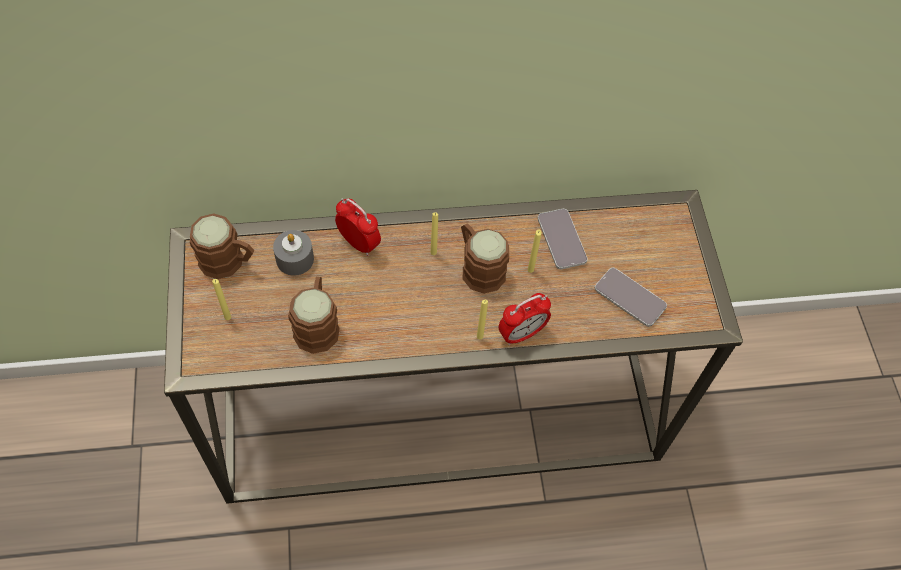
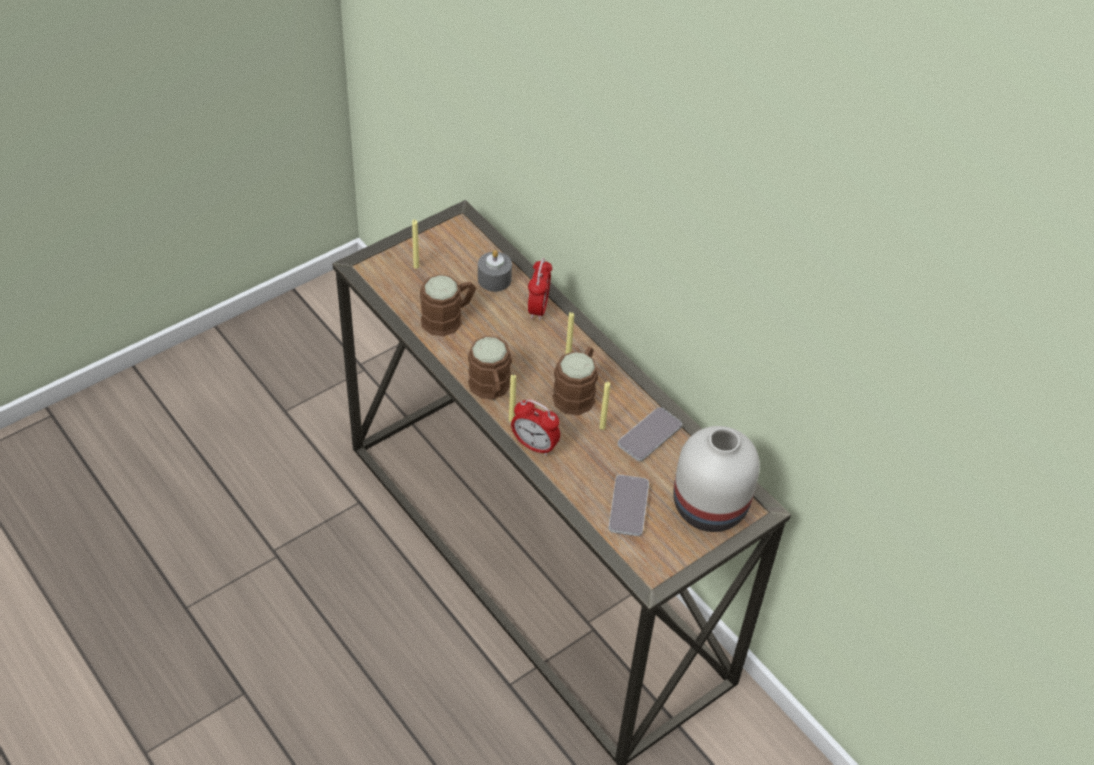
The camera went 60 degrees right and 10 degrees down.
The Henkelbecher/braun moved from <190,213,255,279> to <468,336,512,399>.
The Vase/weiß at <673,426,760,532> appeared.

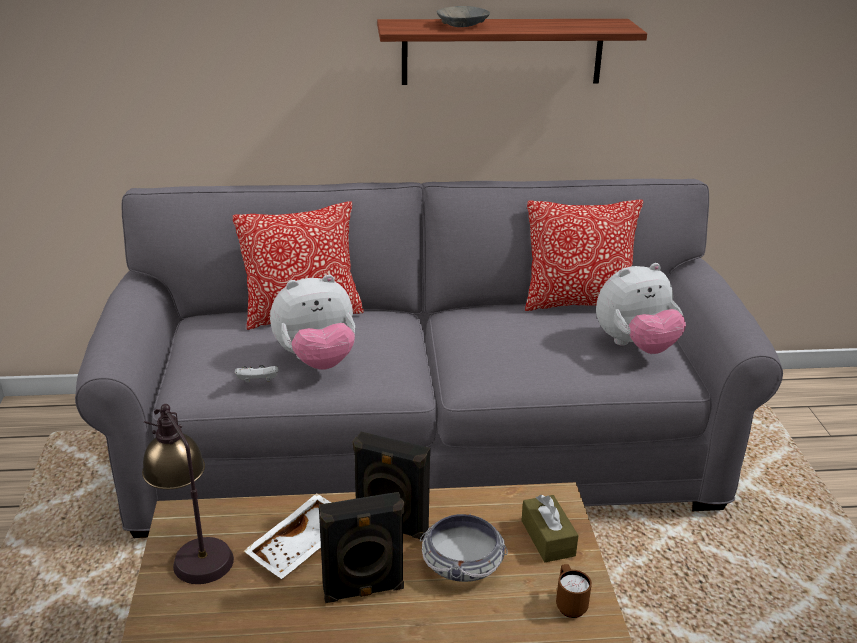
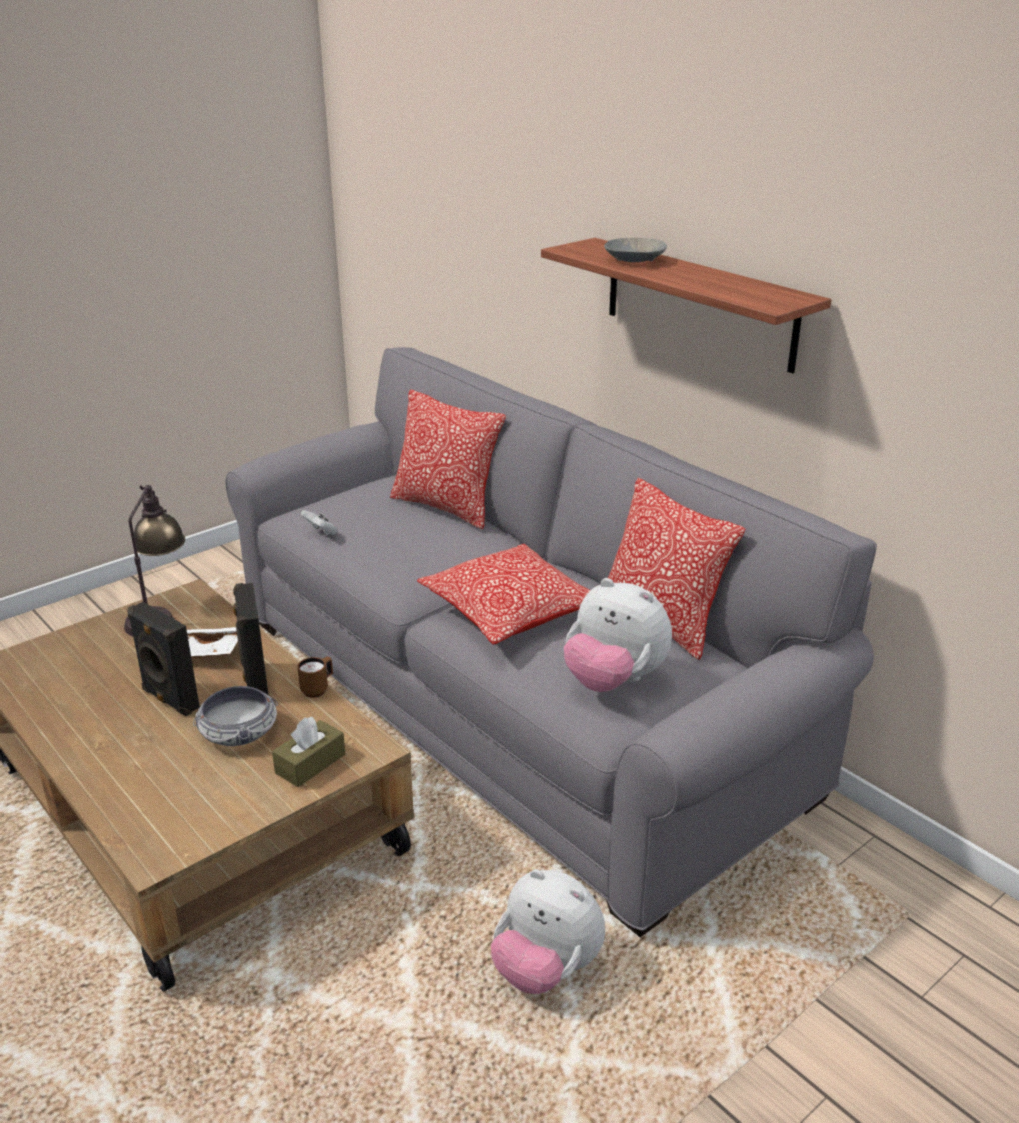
The camera went 55 degrees right and 0 degrees up.
The Plüschtier moved from <270,274,355,370> to <491,869,605,994>.
The Henkelbecher/braun moved from <556,564,592,618> to <297,656,333,698>.
The Kissen at <417,544,591,644> appeared.

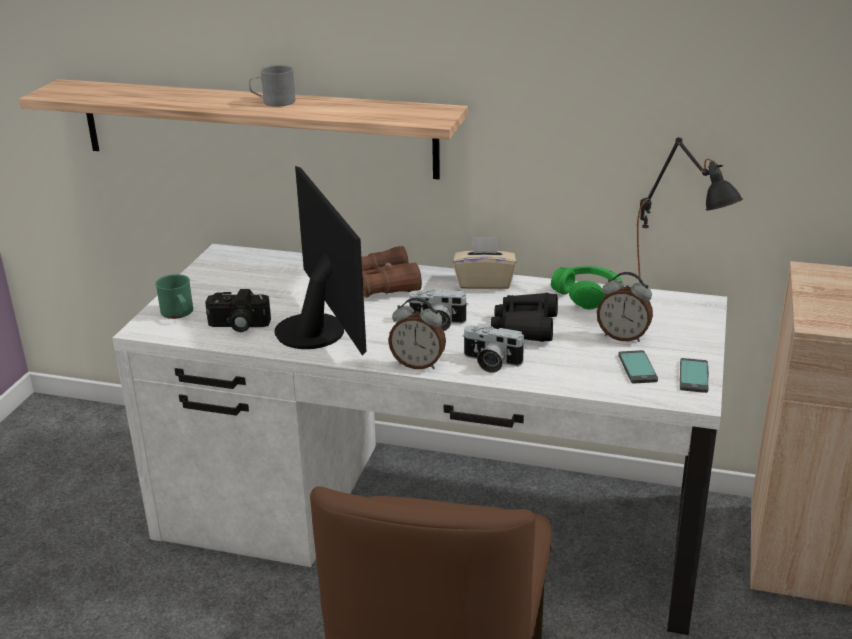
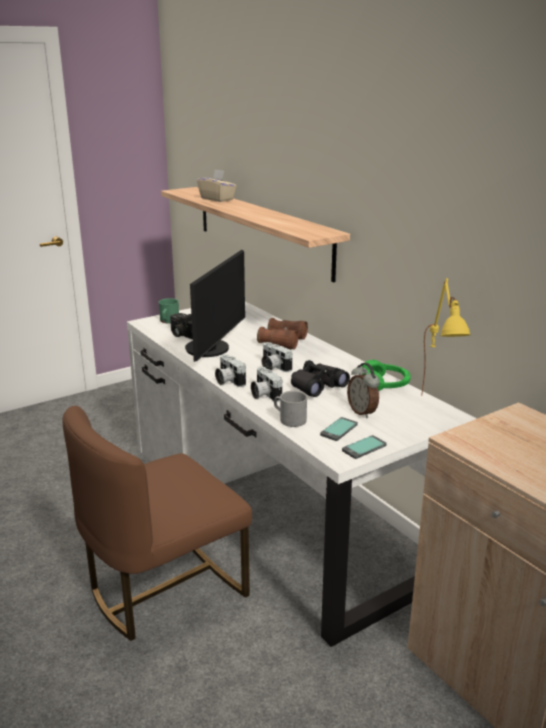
The camera went 40 degrees right and 5 degrees down.
The Henkelbecher/grau moved from <249,65,296,106> to <274,391,308,427>.
The Tischlampe/schwarz at <637,137,743,283> became the Tischlampe/gelb at <421,278,471,396>.
The Taschentuchbox/beige moved from <453,236,516,289> to <197,169,237,202>.
The Wecker at <388,298,446,369> was replaced by the Kamera at <215,354,246,387>.

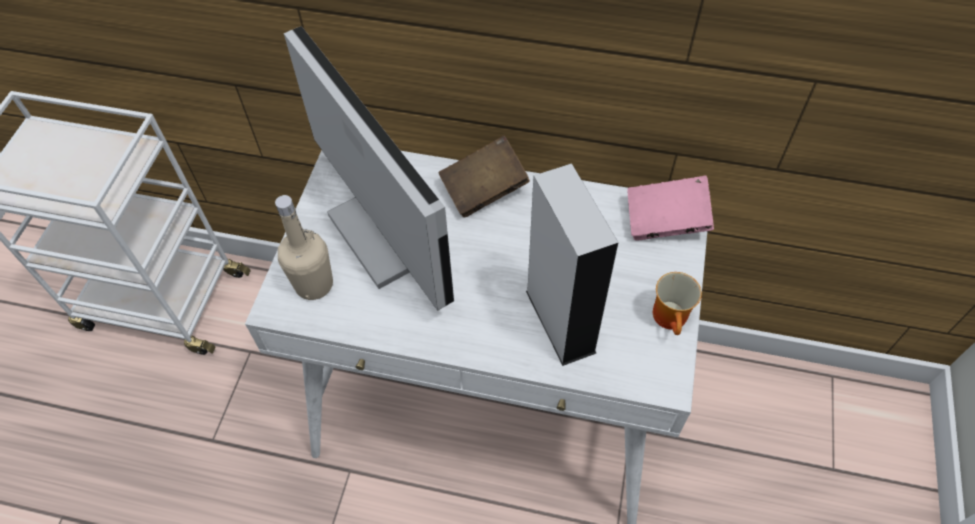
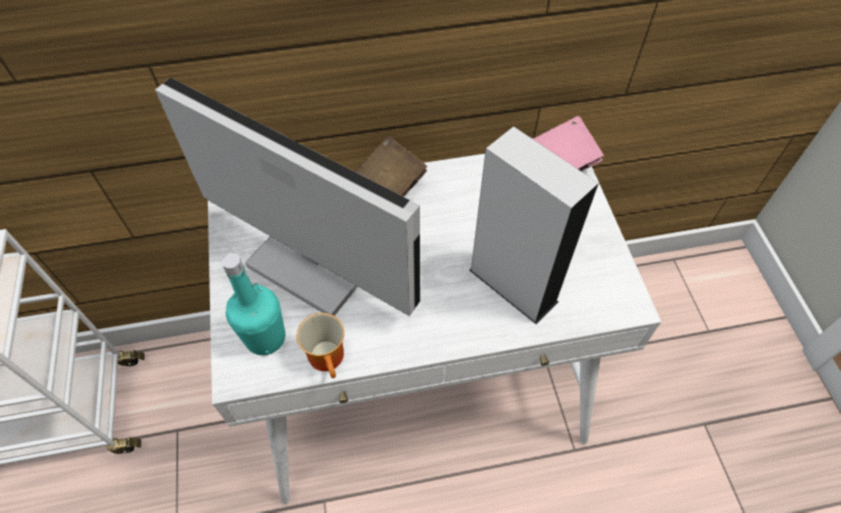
The camera went 25 degrees left and 0 degrees up.
The Flasche/beige at <275,195,333,300> became the Flasche/türkis at <222,253,285,355>.
The Henkelbecher moved from <653,272,702,335> to <297,313,344,378>.

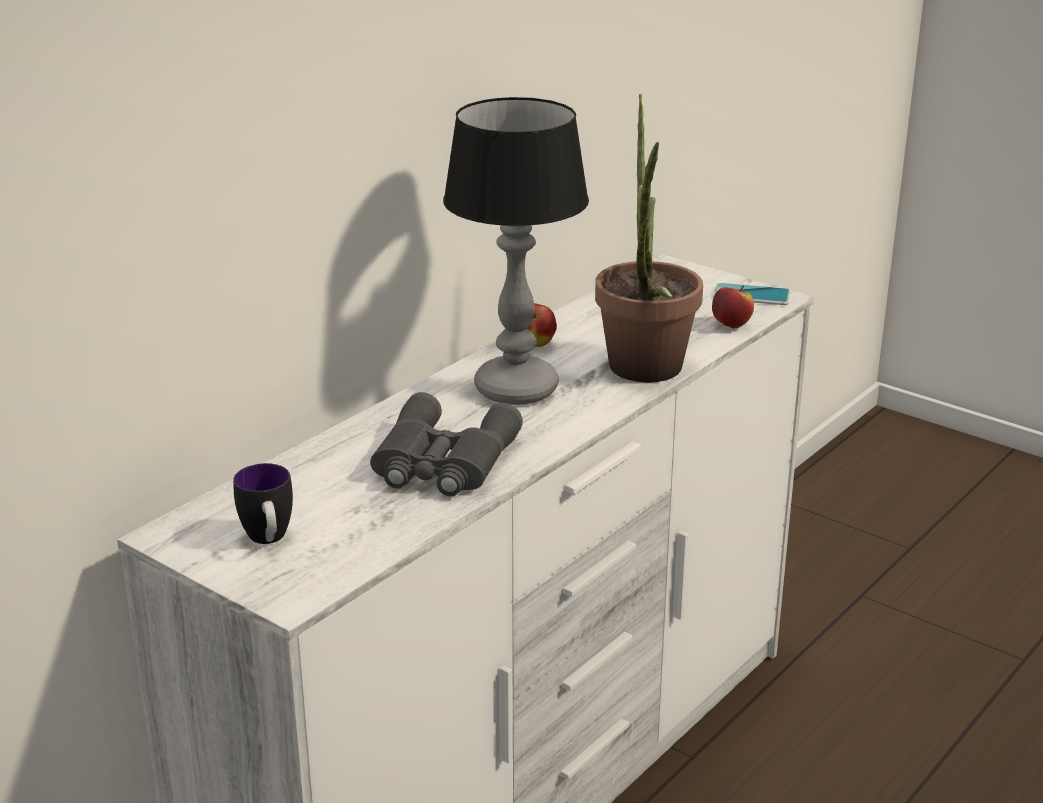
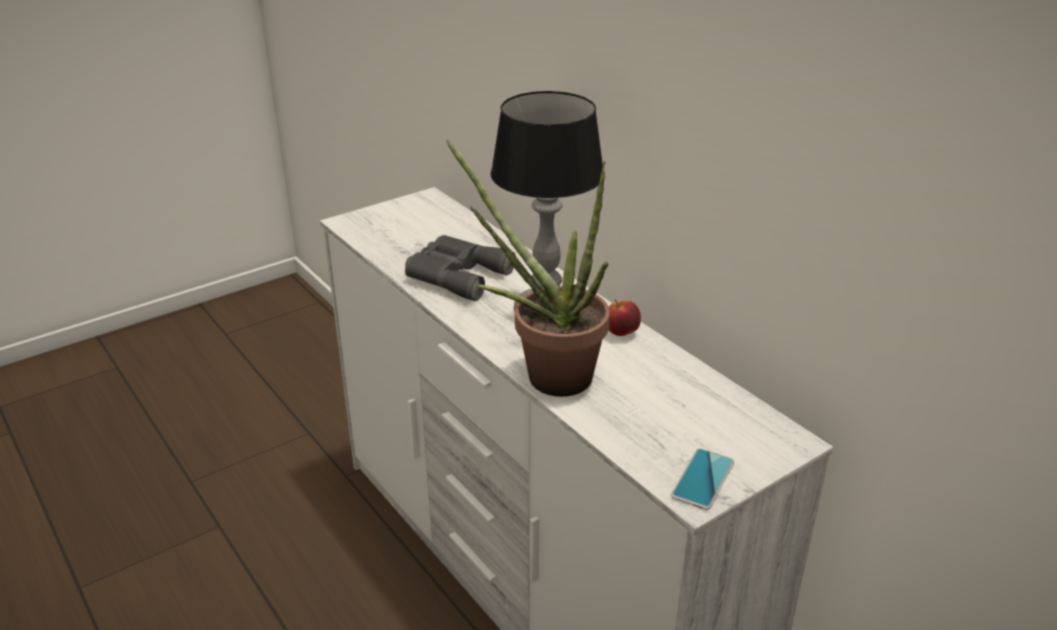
The camera went 105 degrees right and 5 degrees up.
The Apfel at <712,286,754,328> disappeared.
The Henkelbecher at <233,463,293,544> disappeared.

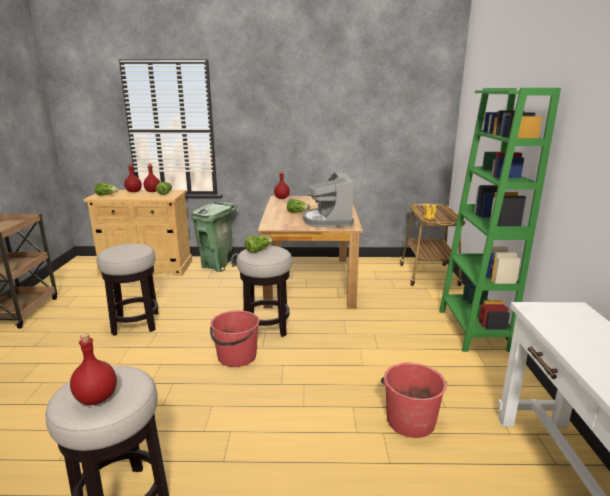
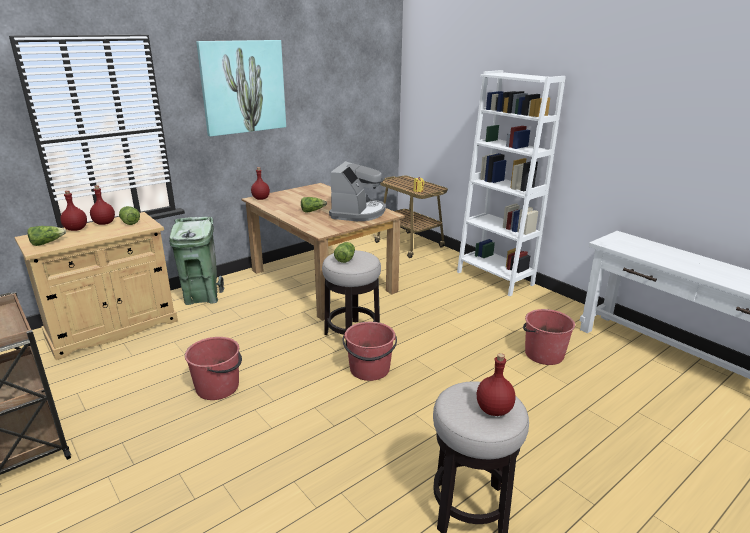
The camera went 40 degrees left and 5 degrees up.
The Bücherregal/grün at <439,88,561,352> became the Bücherregal/weiß at <457,70,566,296>.
The Kaffeemaschine at <303,173,354,227> turned 120 degrees counterclockwise.
The Hocker at <96,244,159,336> was replaced by the Eimer/rot at <185,337,242,400>.
The Bild at <196,40,286,137> appeared.

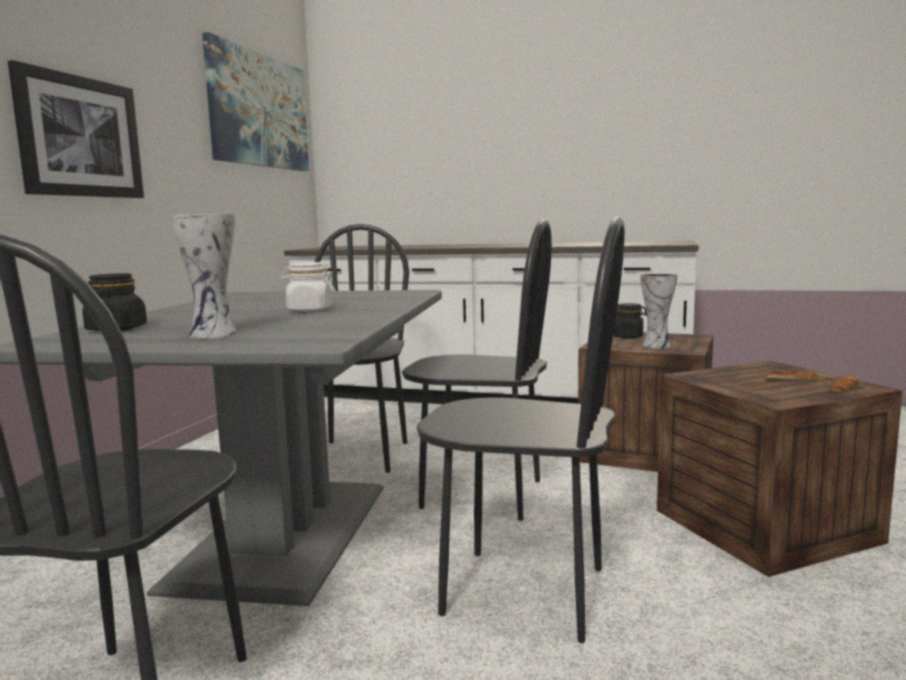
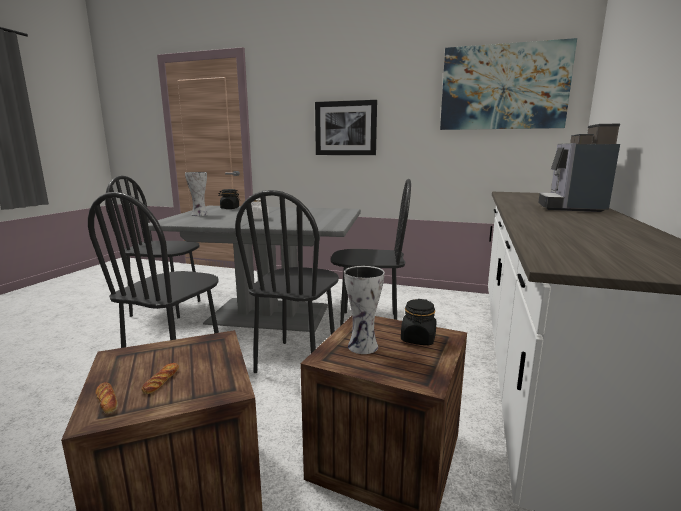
The camera went 90 degrees right and 5 degrees up.
The Kaffeemaschine at <538,124,620,212> appeared.

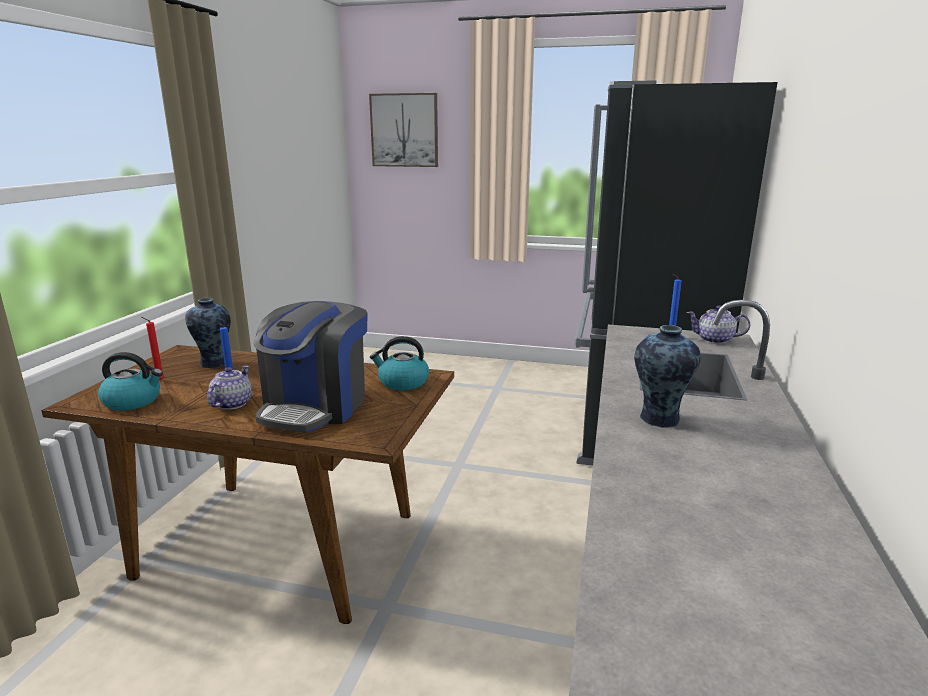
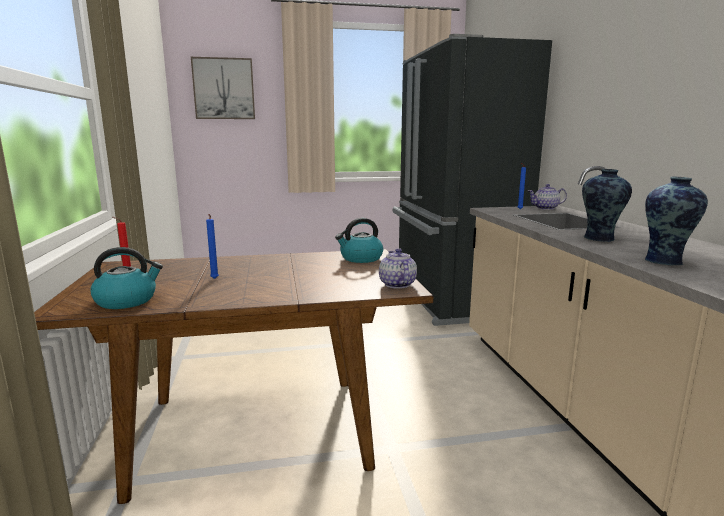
The camera went 25 degrees left and 5 degrees down.
The Vase moved from <185,298,231,368> to <645,177,708,265>.
The Kaffeemaschine at <254,301,368,433> disappeared.
The Teekanne moved from <207,366,252,410> to <379,248,417,289>.

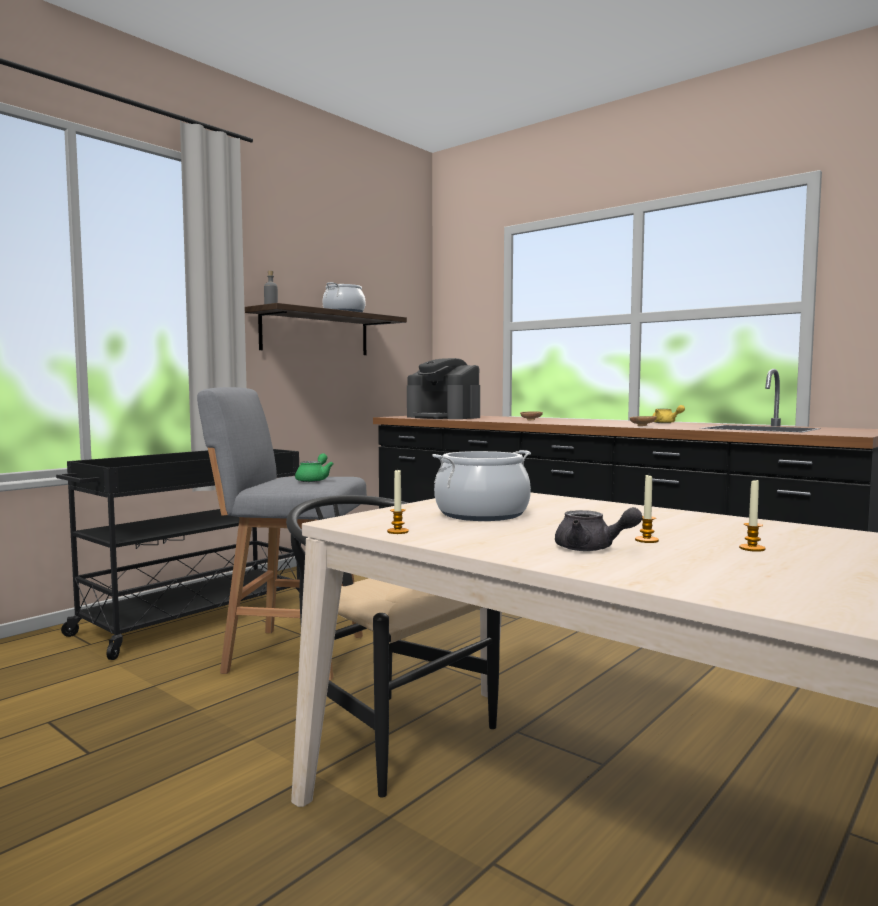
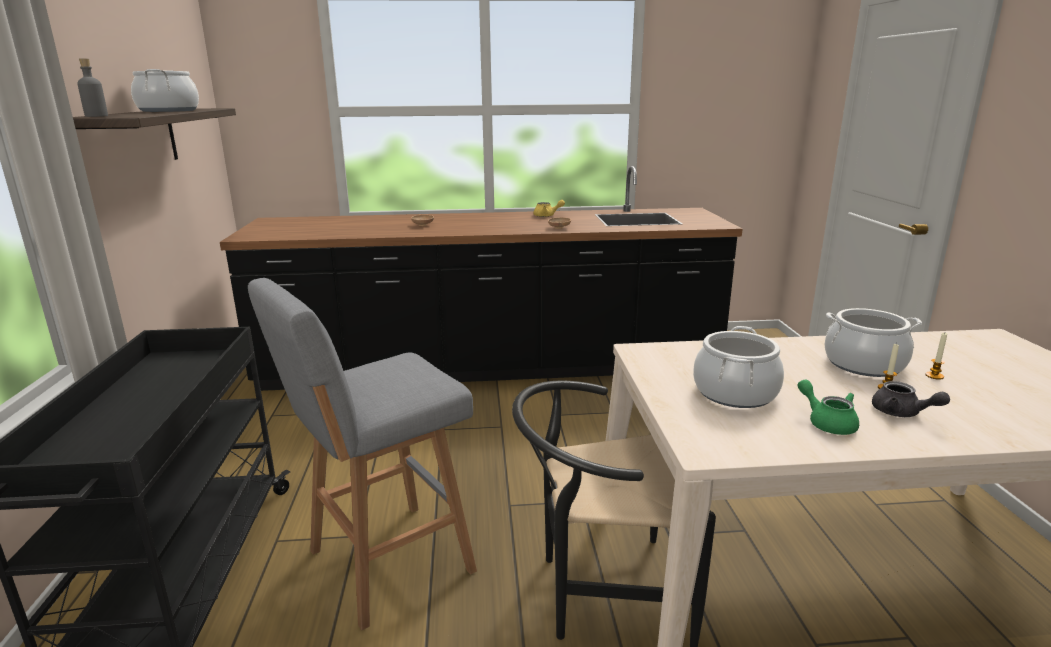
The camera went 45 degrees left and 15 degrees up.
The Kaffeemaschine at <407,358,480,419> disappeared.
The Teekanne/grün moved from <295,453,334,482> to <797,379,859,435>.
The Kerze at <387,469,409,534> disappeared.
The Teekanne/grau at <555,507,643,551> turned 60 degrees clockwise.
The Kochtopf at <824,308,922,377> appeared.

